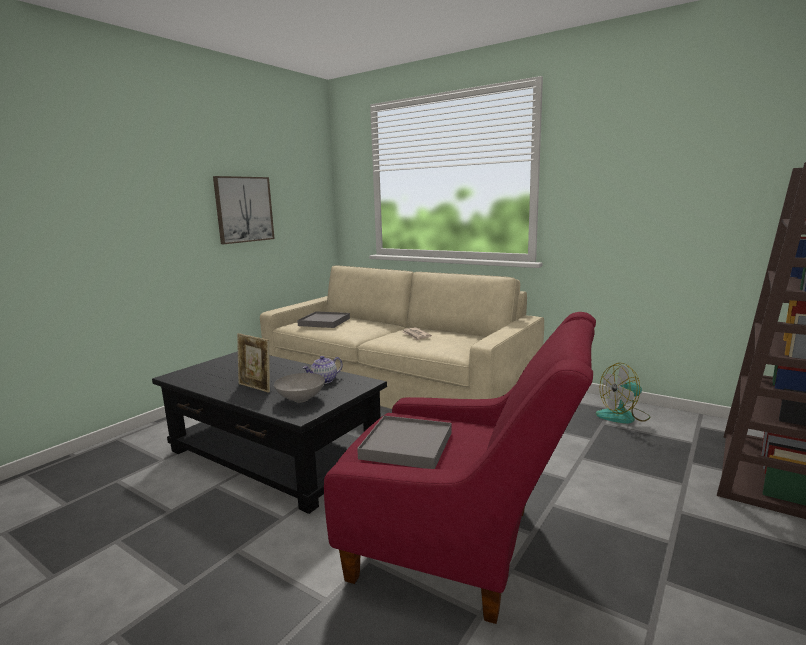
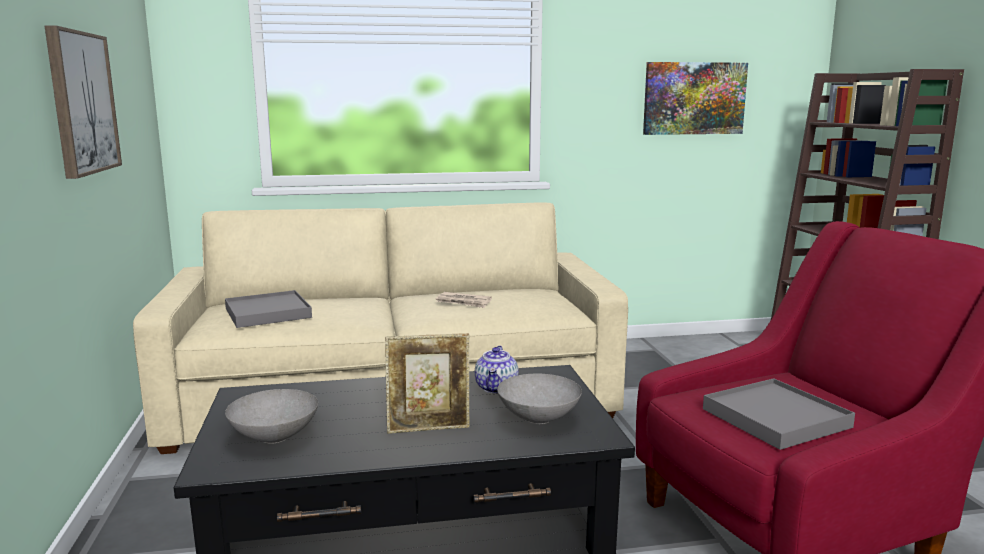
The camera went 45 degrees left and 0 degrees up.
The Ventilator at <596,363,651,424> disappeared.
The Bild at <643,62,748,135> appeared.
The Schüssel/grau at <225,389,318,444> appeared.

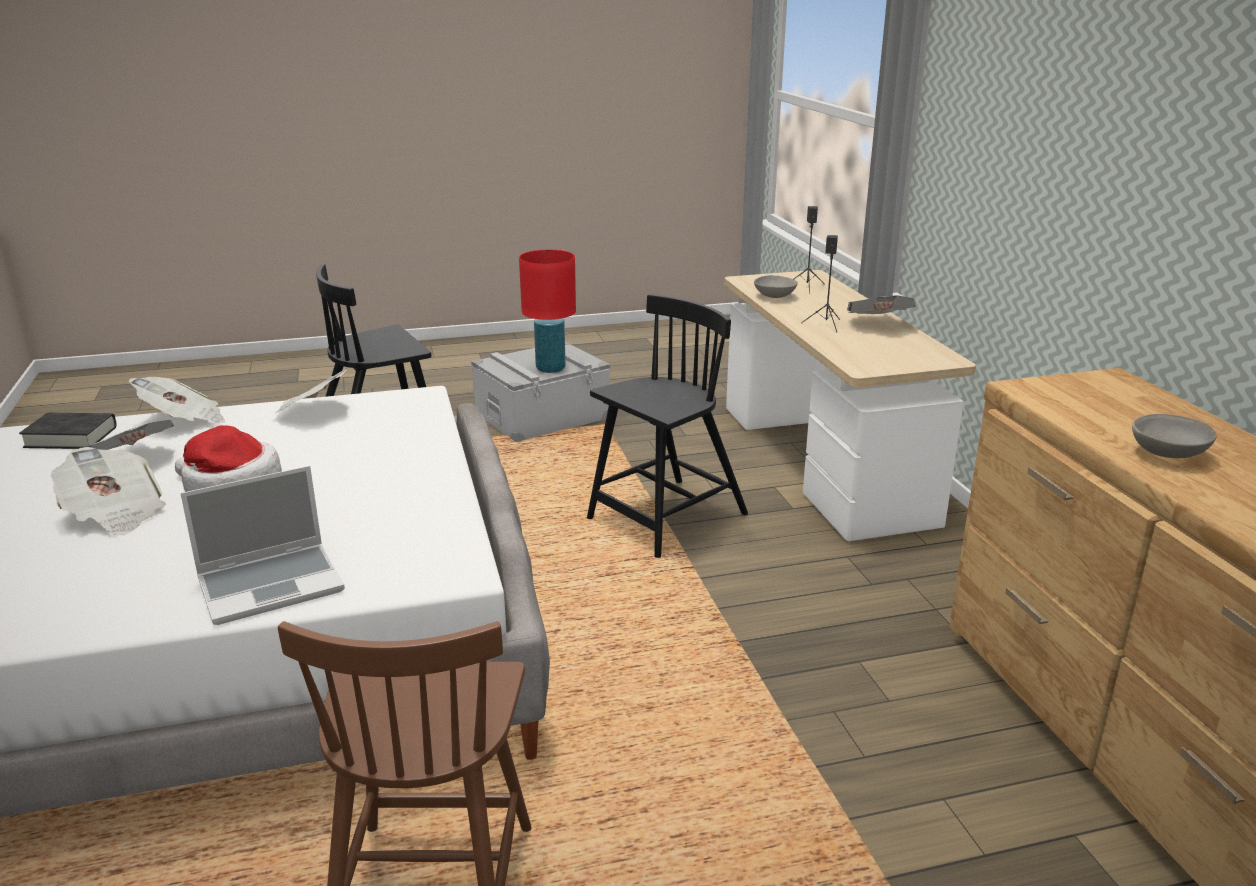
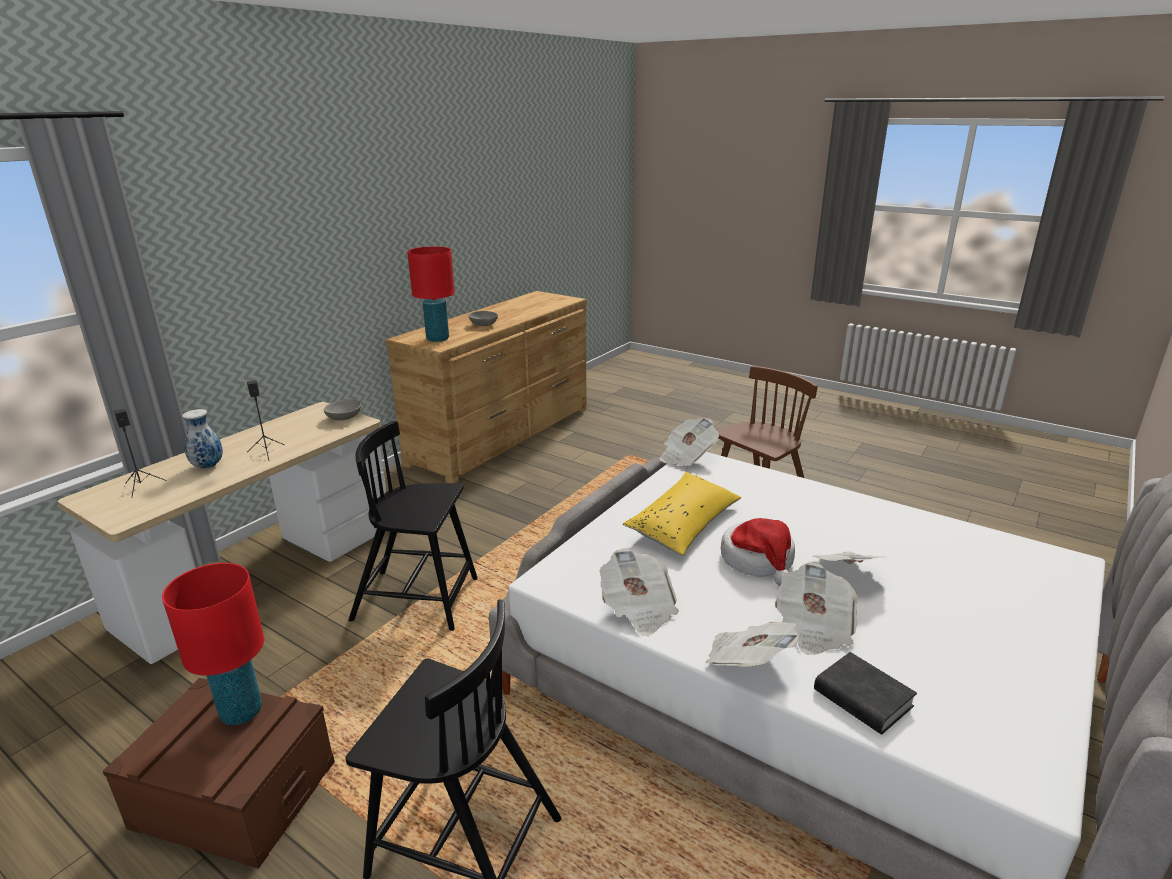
The camera went 130 degrees left and 0 degrees up.
The Schüssel/grau moved from <754,275,798,298> to <324,400,361,420>.
The Zeitung moved from <847,295,916,314> to <659,418,719,466>.
The Aufbewahrungsbox/grau at <471,341,610,442> became the Aufbewahrungsbox/braun at <103,678,335,869>.
The Laptop at <180,466,345,625> disappeared.
The Tischlampe/rot at <407,246,455,342> appeared.
The Vase at <182,409,223,469> appeared.
The Kissen/gelb at <623,472,741,556> appeared.

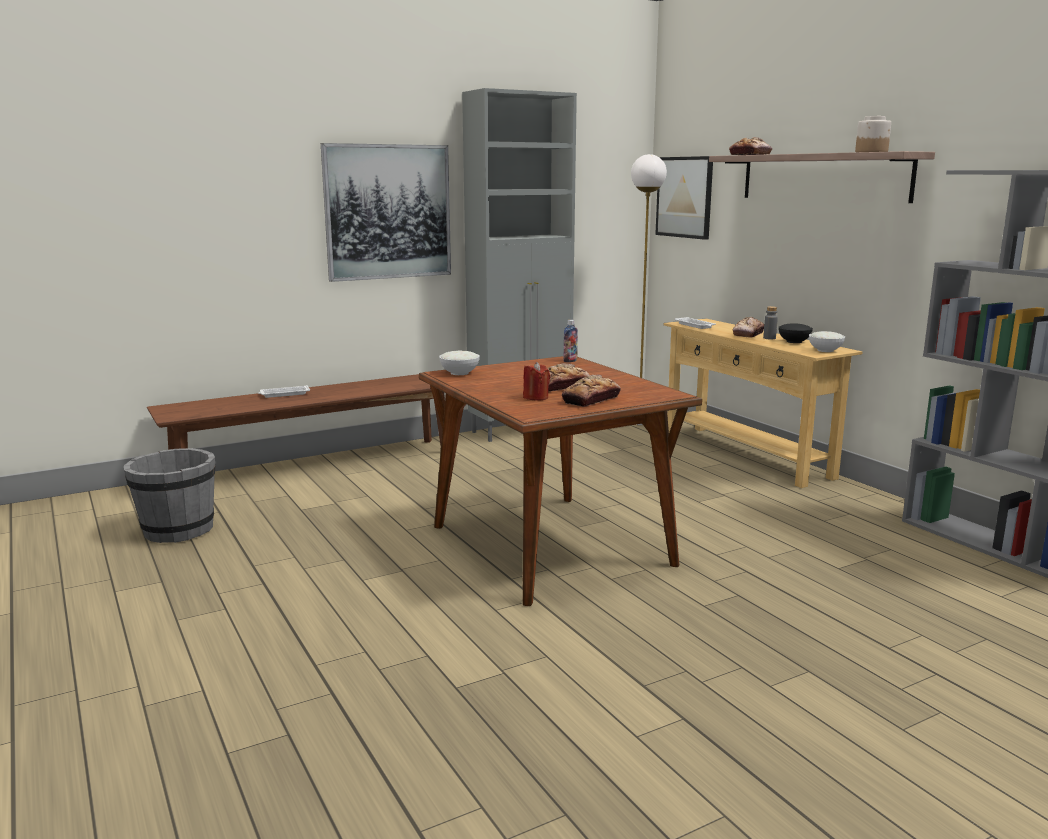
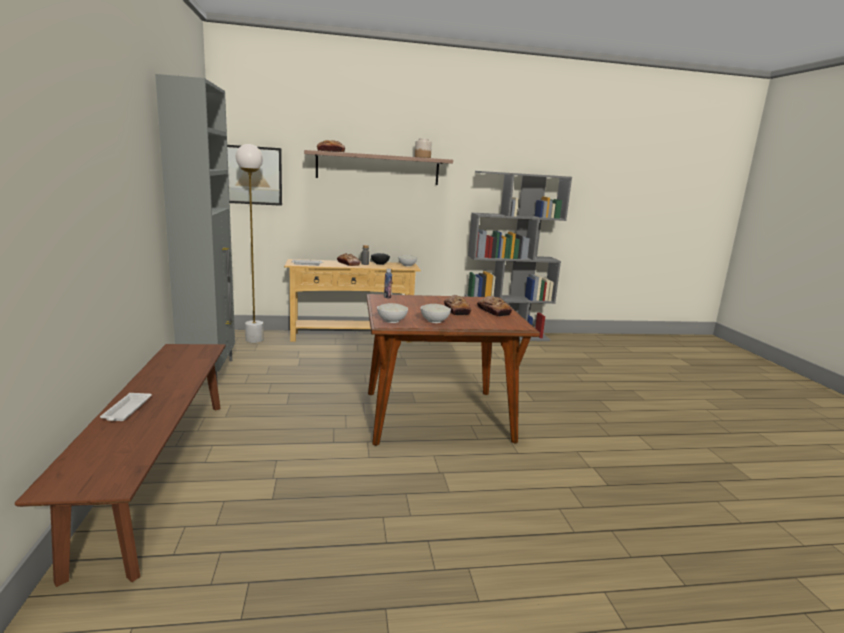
The camera went 70 degrees left and 0 degrees up.
The Bild at <321,143,451,282> disappeared.
The Kerze/rot at <523,362,550,401> disappeared.
The Eimer/grau at <124,448,216,543> disappeared.
The Schüssel/weiß at <420,304,451,323> appeared.

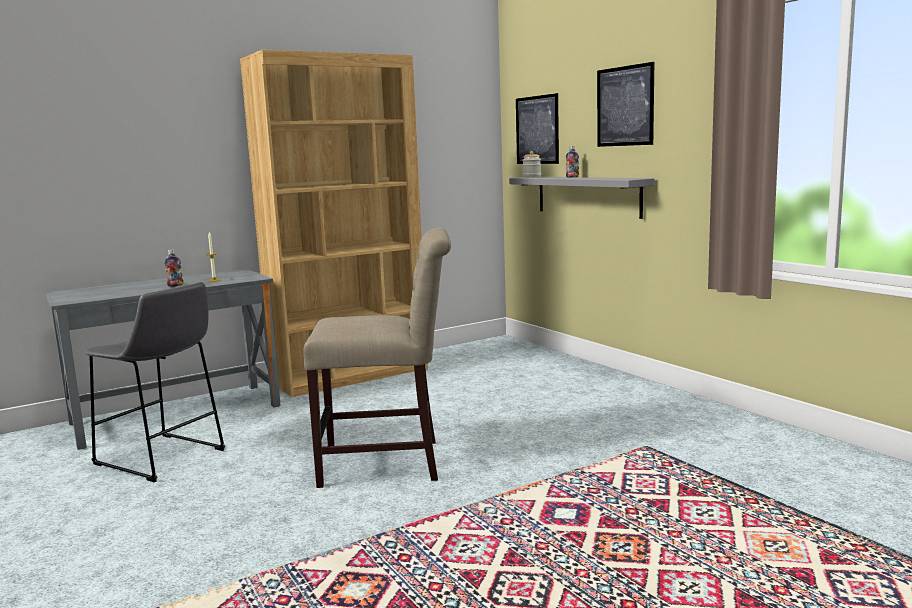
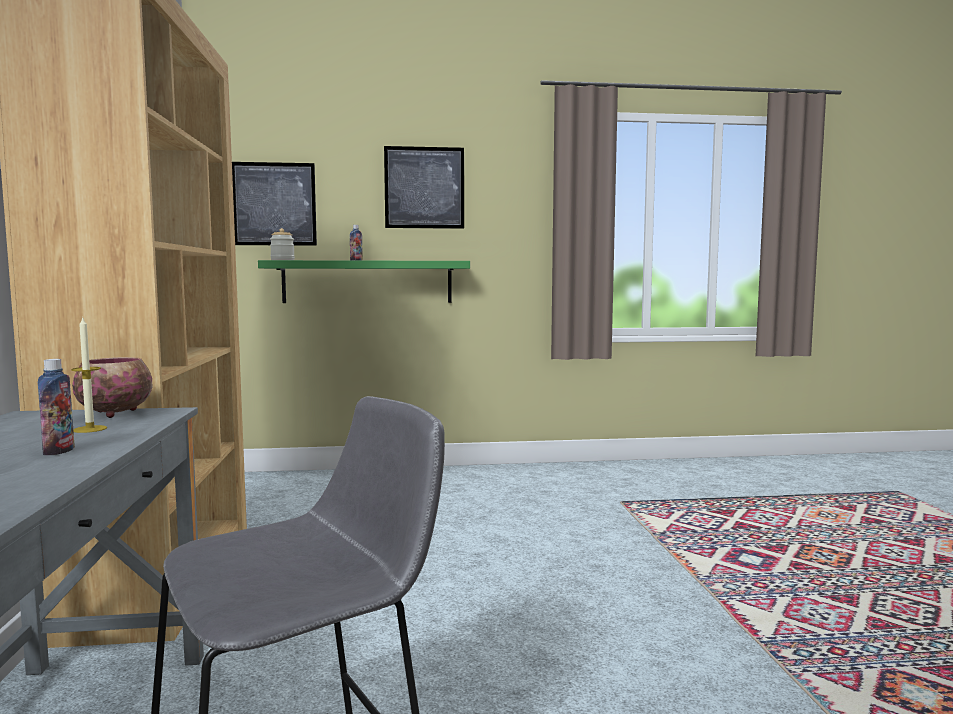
The camera went 65 degrees left and 5 degrees down.
The Wandregal/grau at <509,177,654,219> became the Wandregal/grün at <258,260,470,303>.
The Stuhl/beige at <303,228,451,488> disappeared.
The Schüssel at <72,357,152,418> appeared.

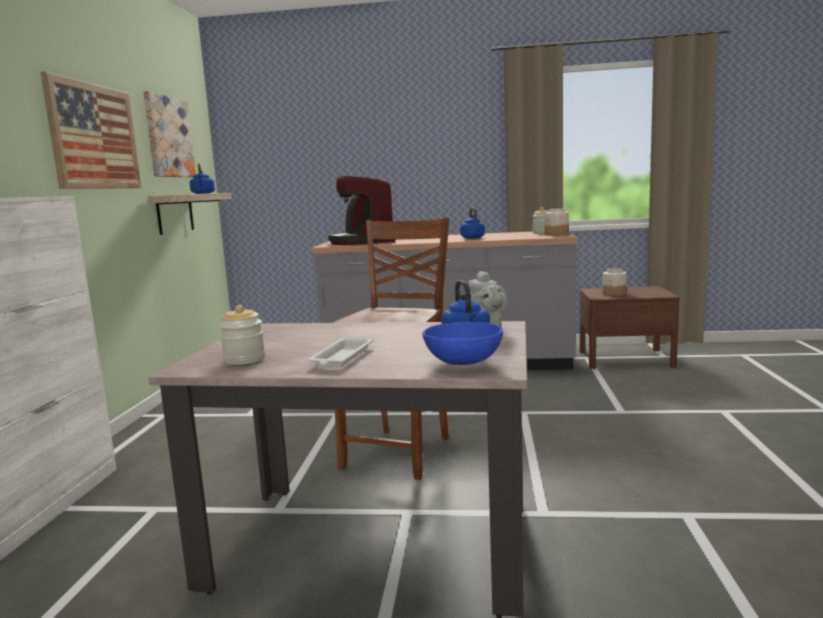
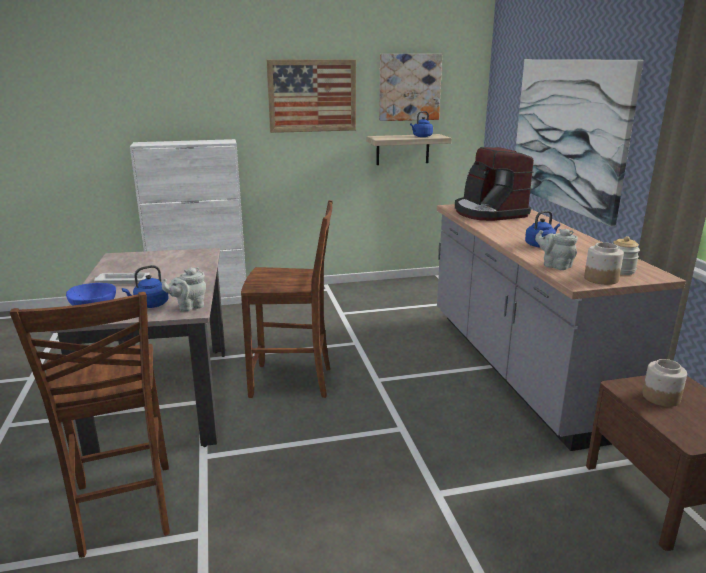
The camera went 70 degrees right and 10 degrees up.
The Kaffeemaschine at <328,176,395,245> turned 75 degrees counterclockwise.
The Vorratsglas at <219,305,265,365> disappeared.
The Bild at <515,59,644,227> appeared.
The Teekanne/grau at <535,229,578,270> appeared.
The Stuhl/braun at <10,292,170,558> appeared.

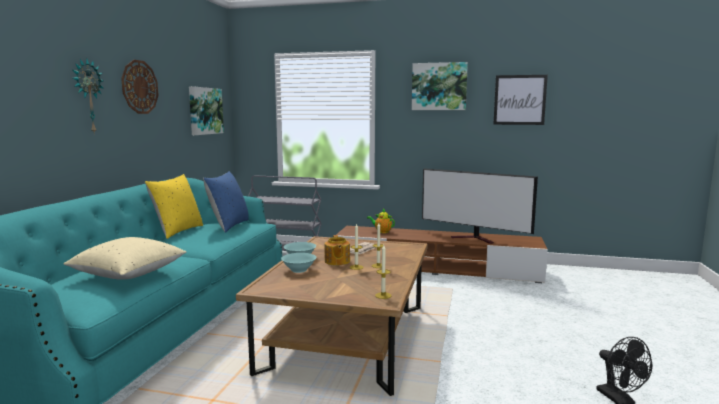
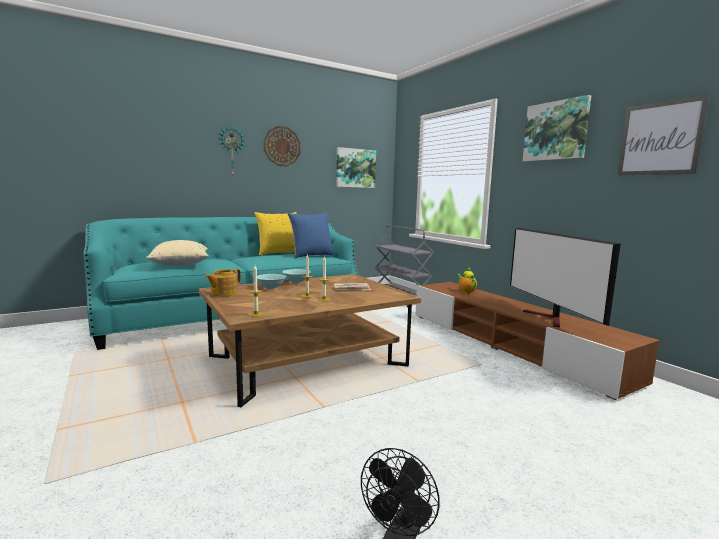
The camera went 45 degrees right and 0 degrees up.
The Teekanne moved from <324,235,350,265> to <205,269,241,296>.

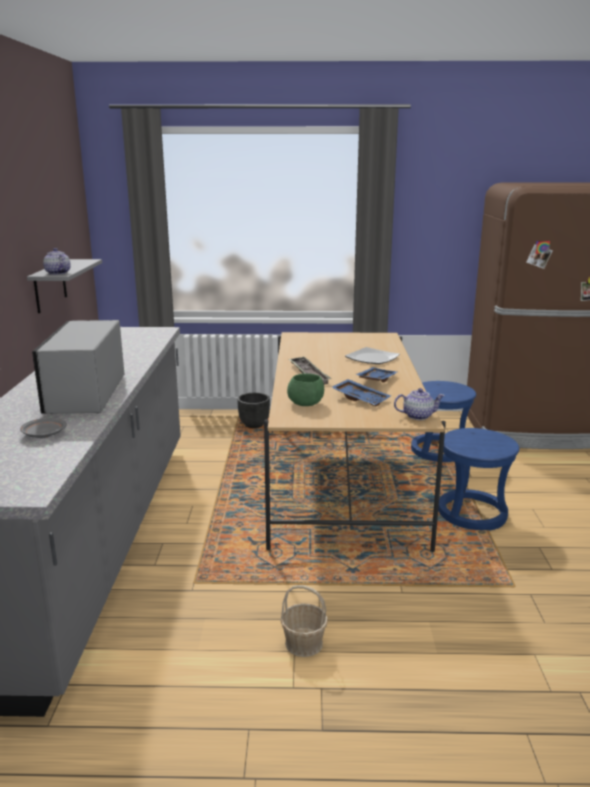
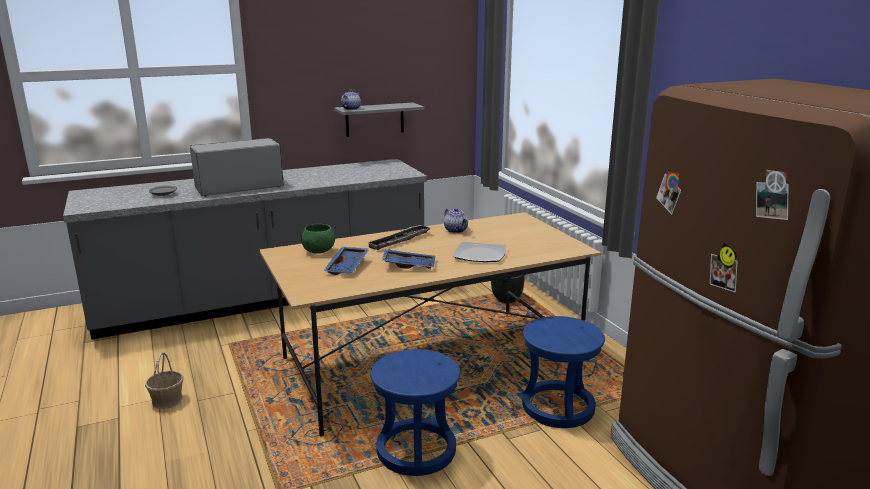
The camera went 65 degrees right and 0 degrees up.
The Teekanne moved from <394,388,445,420> to <444,208,468,233>.

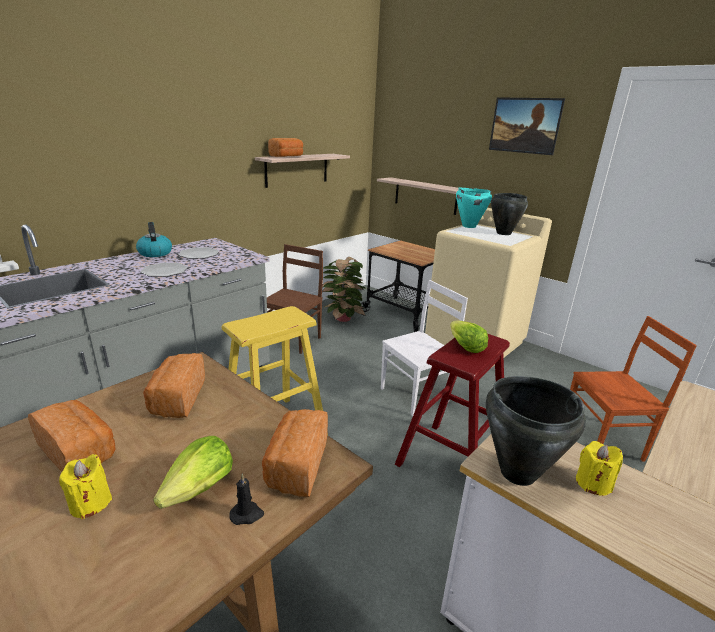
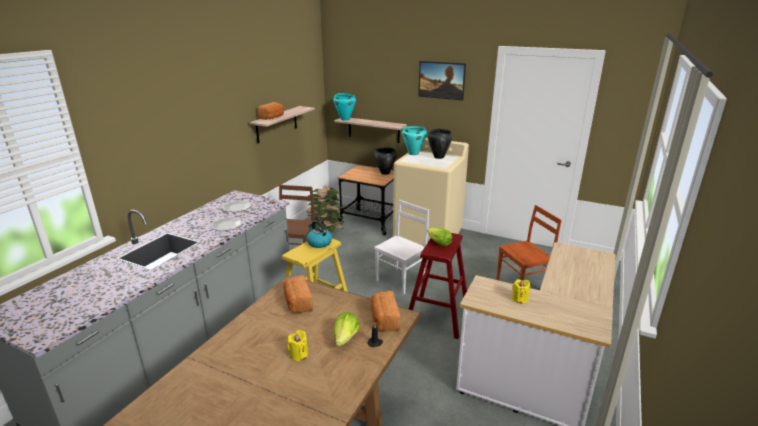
The camera went 15 degrees left and 0 degrees up.
The Wasserkessel moved from <136,222,172,257> to <306,220,332,248>.
The Kochtopf/schwarz moved from <486,376,586,486> to <374,148,397,175>.
The Brot at <28,400,115,472> disappeared.
The Kochtopf/türkis at <333,93,356,120> appeared.

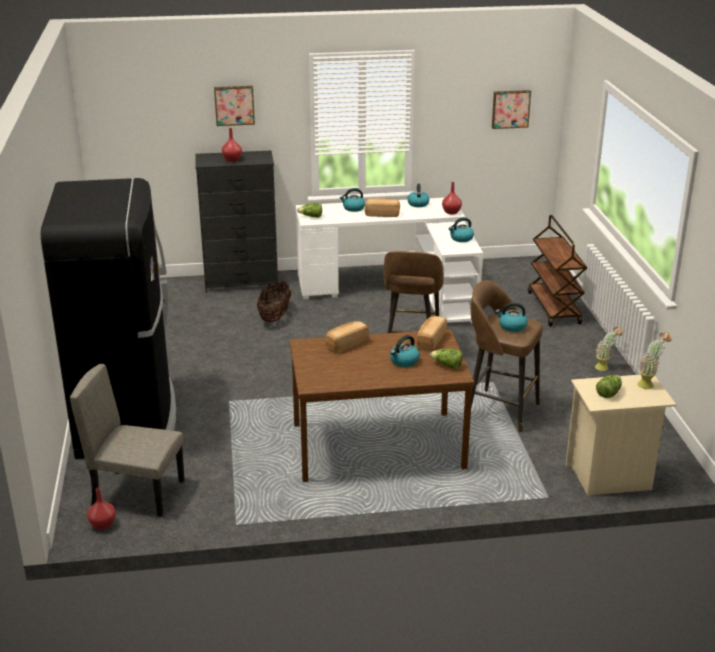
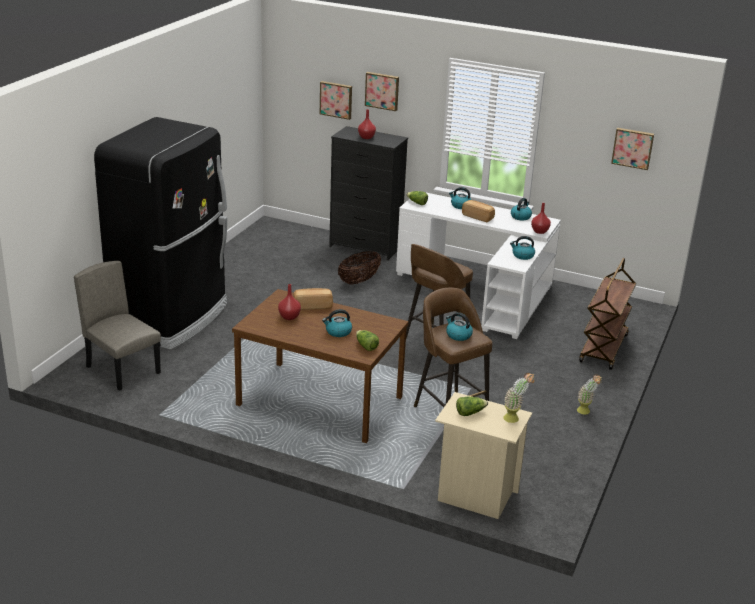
The camera went 30 degrees right and 0 degrees up.
The Brot at <417,316,447,351> disappeared.
The Vase/rot moved from <87,488,116,530> to <278,284,301,320>.
The Bild at <320,81,352,120> appeared.

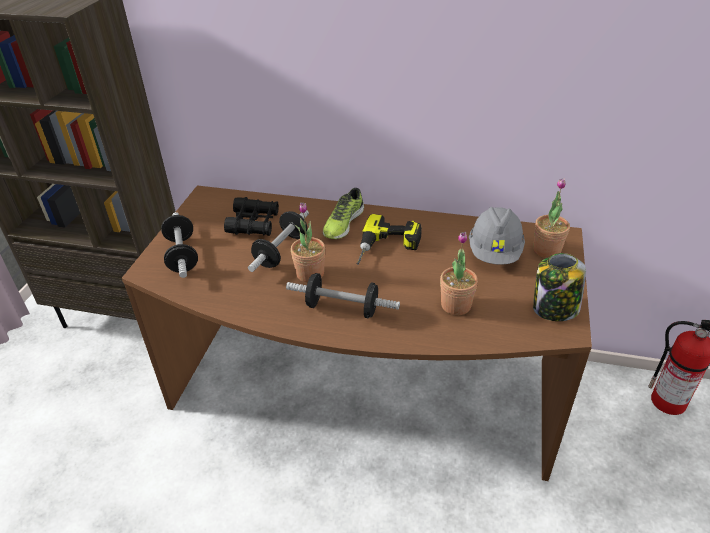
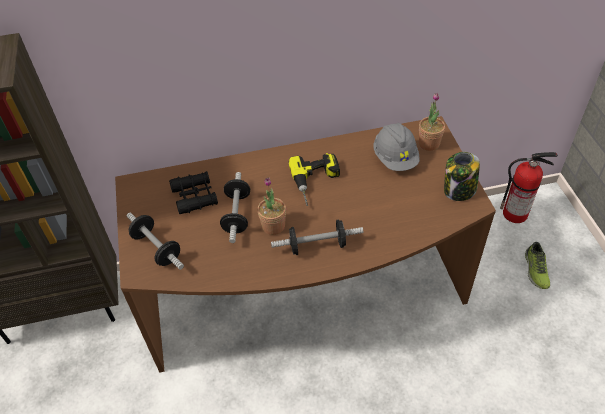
The camera went 25 degrees left and 10 degrees up.
The Schuh moved from <323,188,364,239> to <525,242,550,289>.
The Topfpflanze at <440,232,478,315> disappeared.

